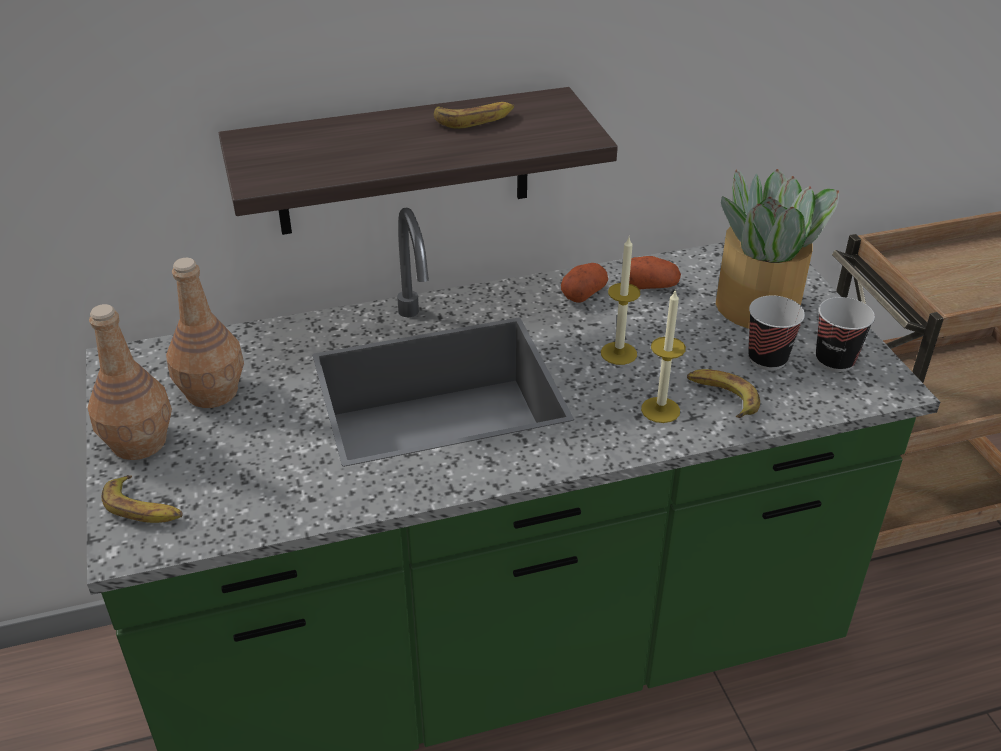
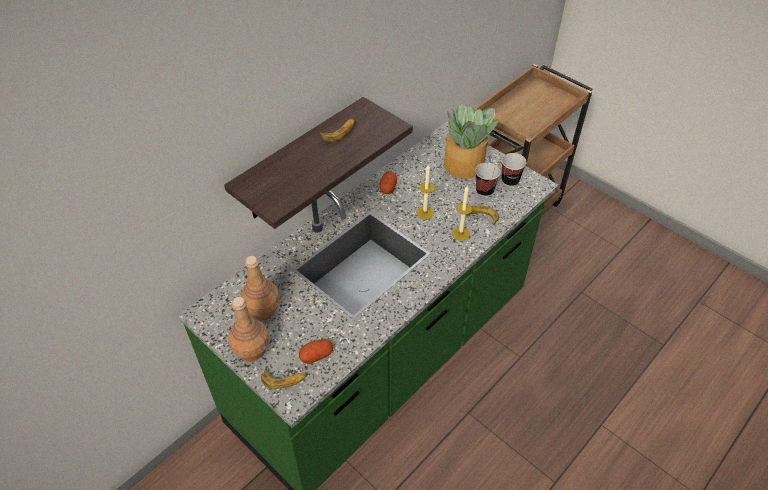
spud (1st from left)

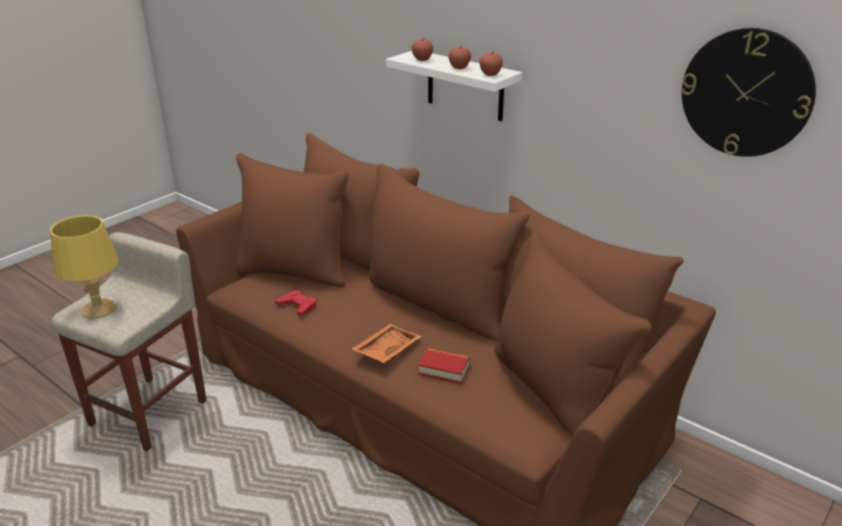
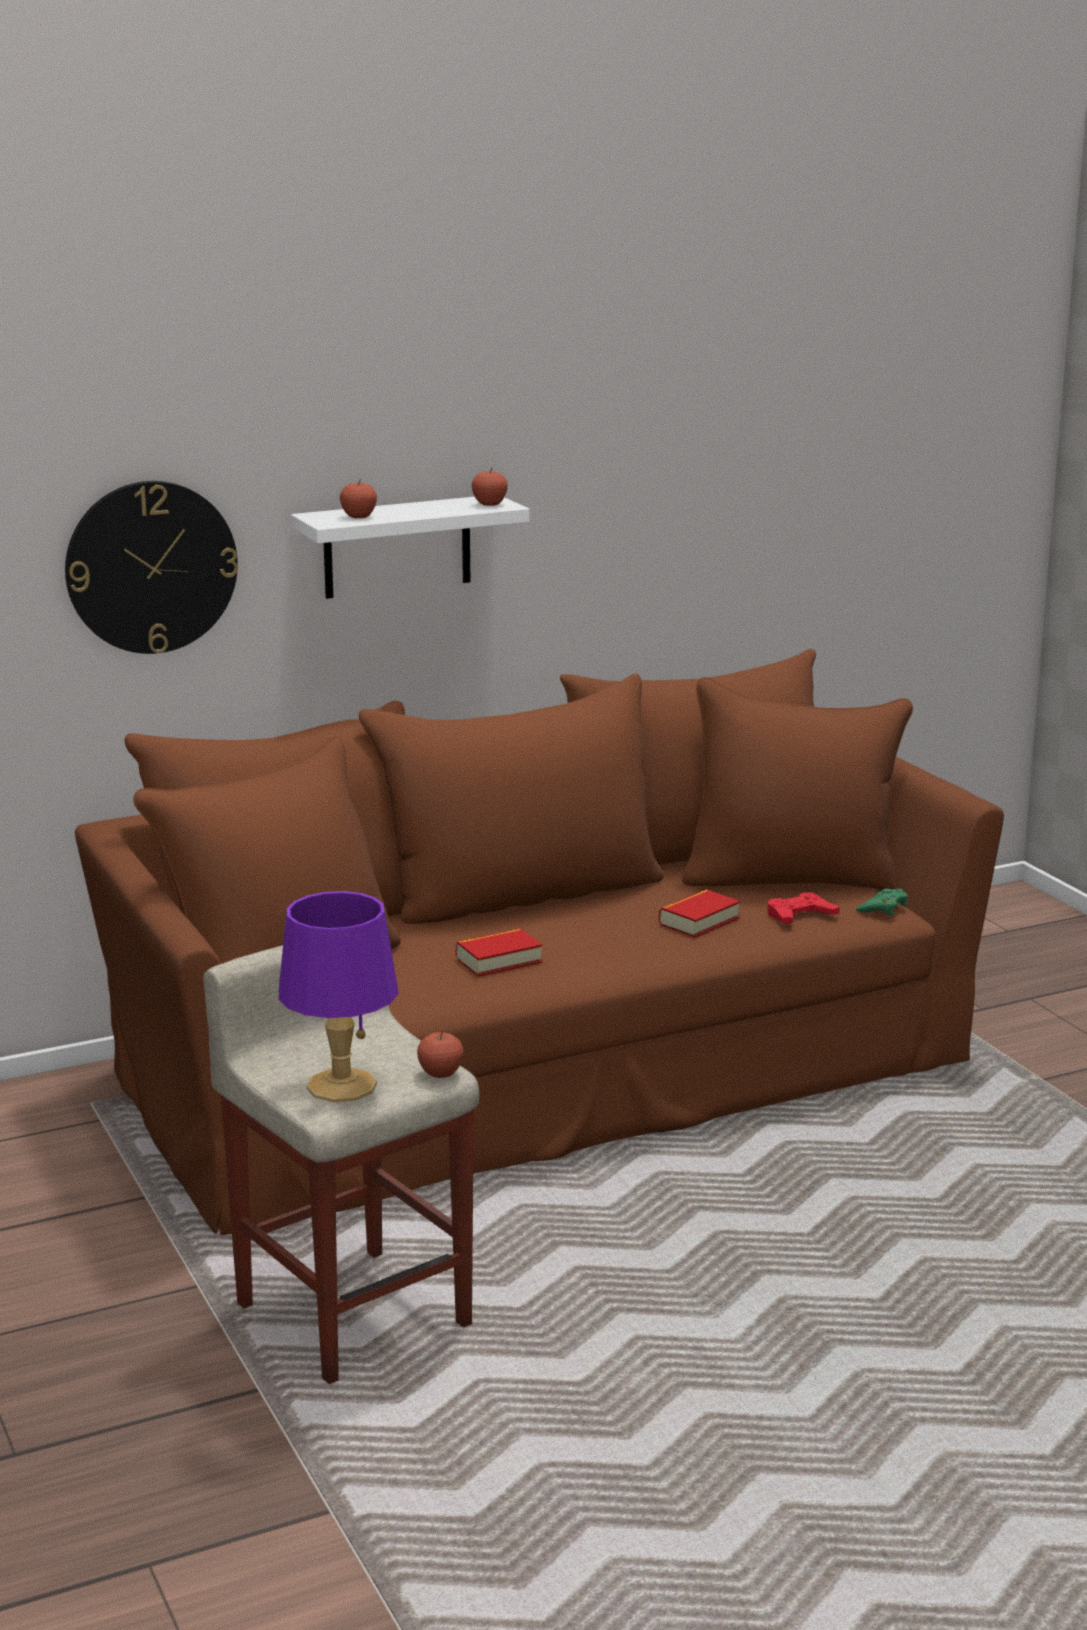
clock on the wall
apple fruit (2nd from left)
purple table lamp
red-coloured joypad
orange carrying tray
greenish joypad
volume (1st from left)

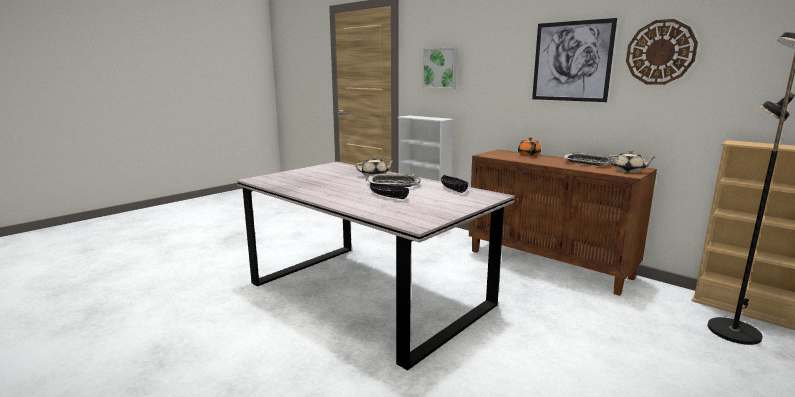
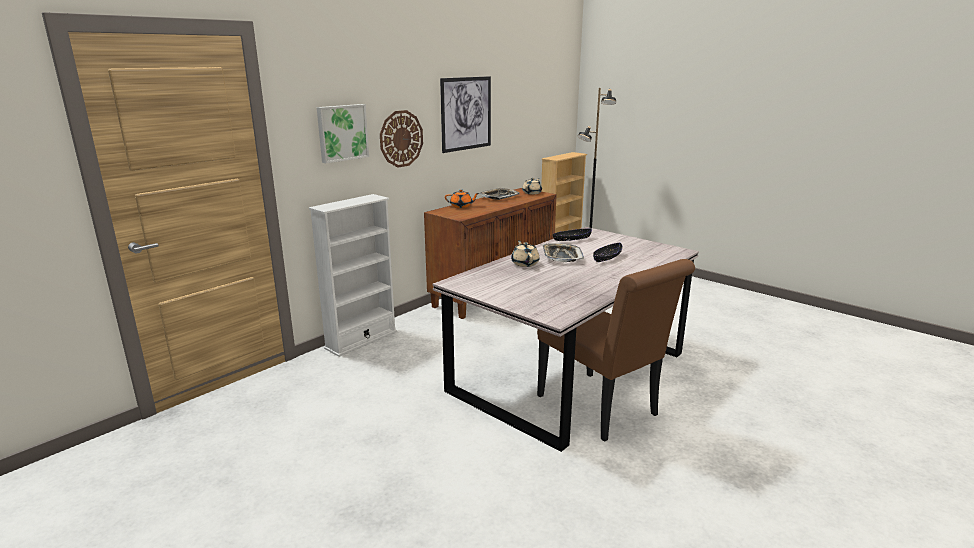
clock on the wall
brownish upright chair

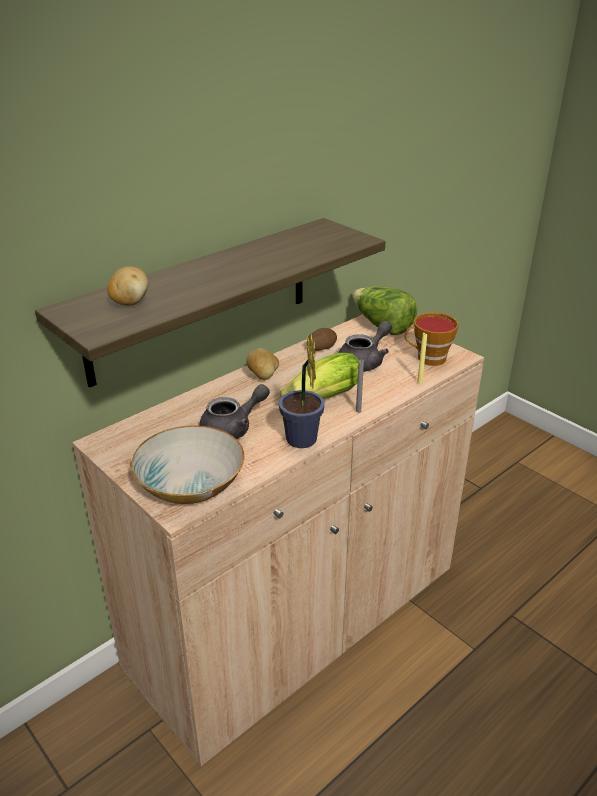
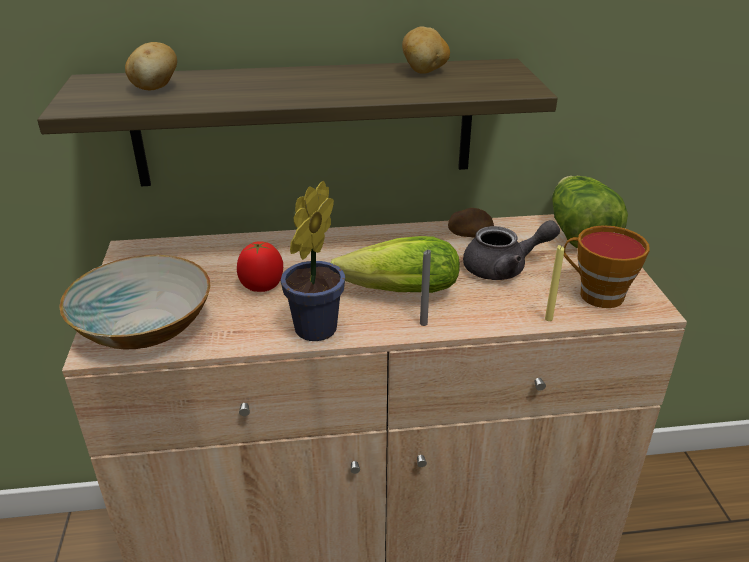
spud (2nd from left)
tomato

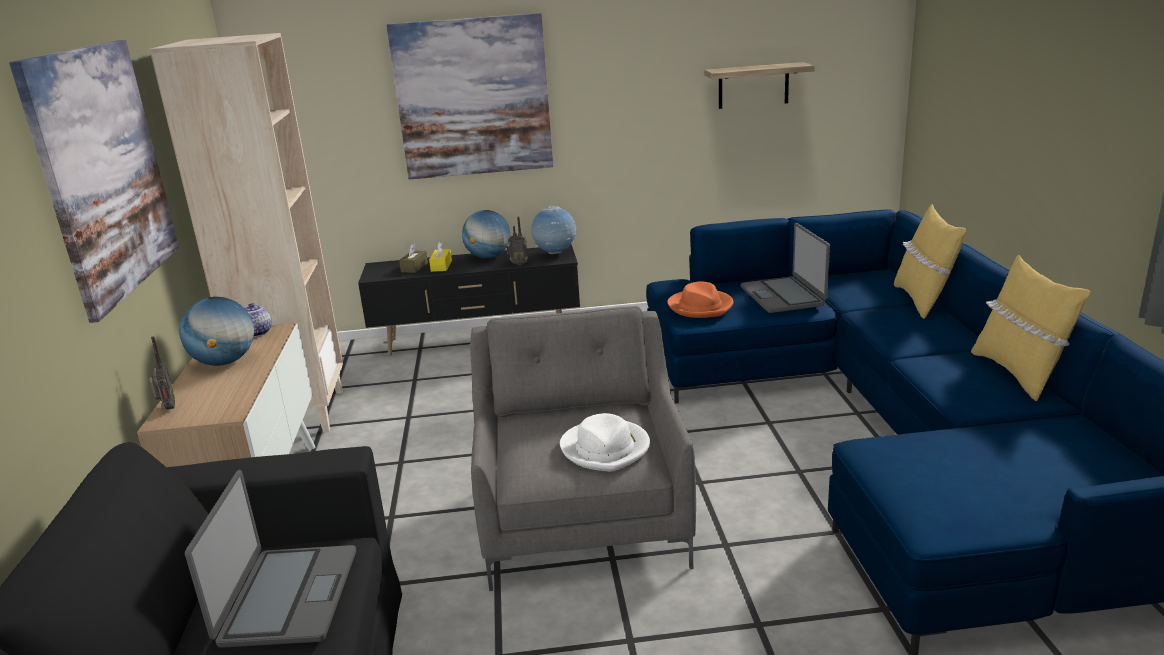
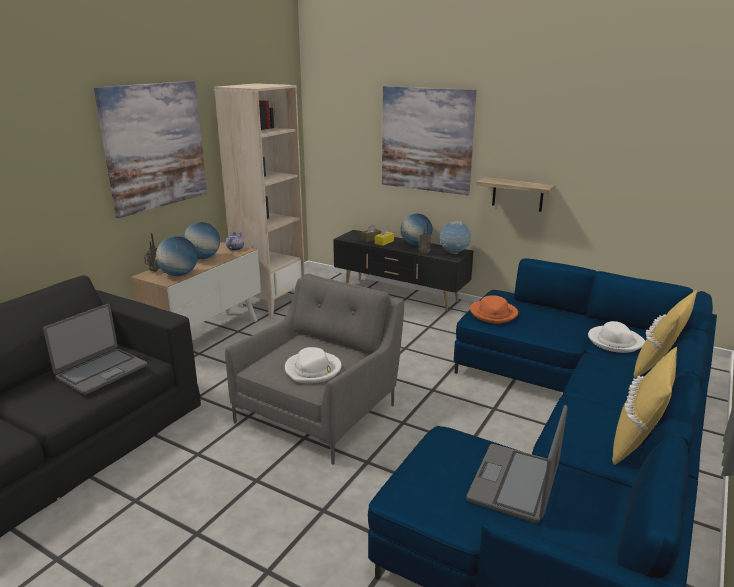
bracket shelf
notebook computer (2nd from left)
desk globe (1st from left)
whitish wearable hat (2nd from left)

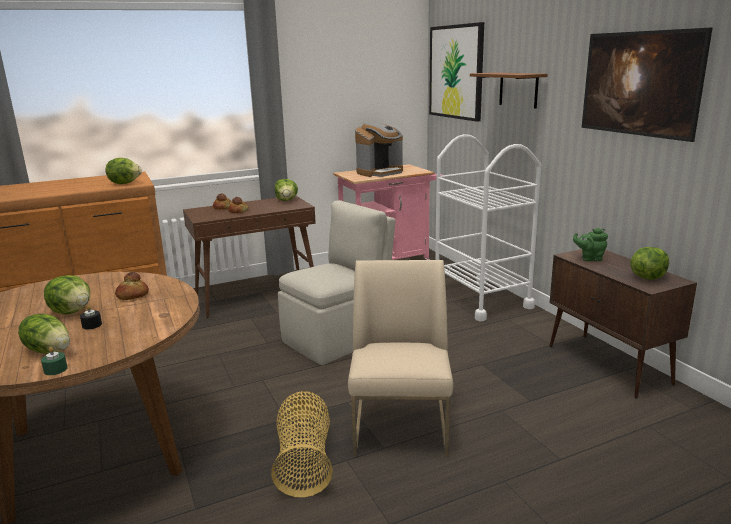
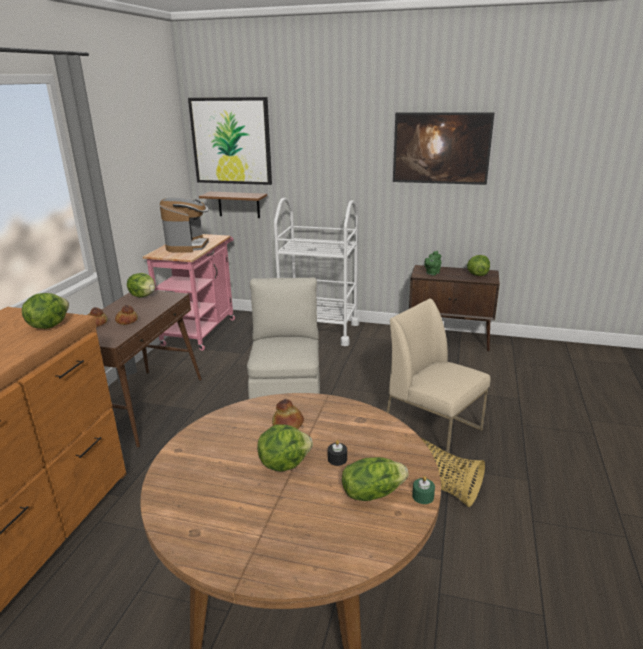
brownish bracket shelf

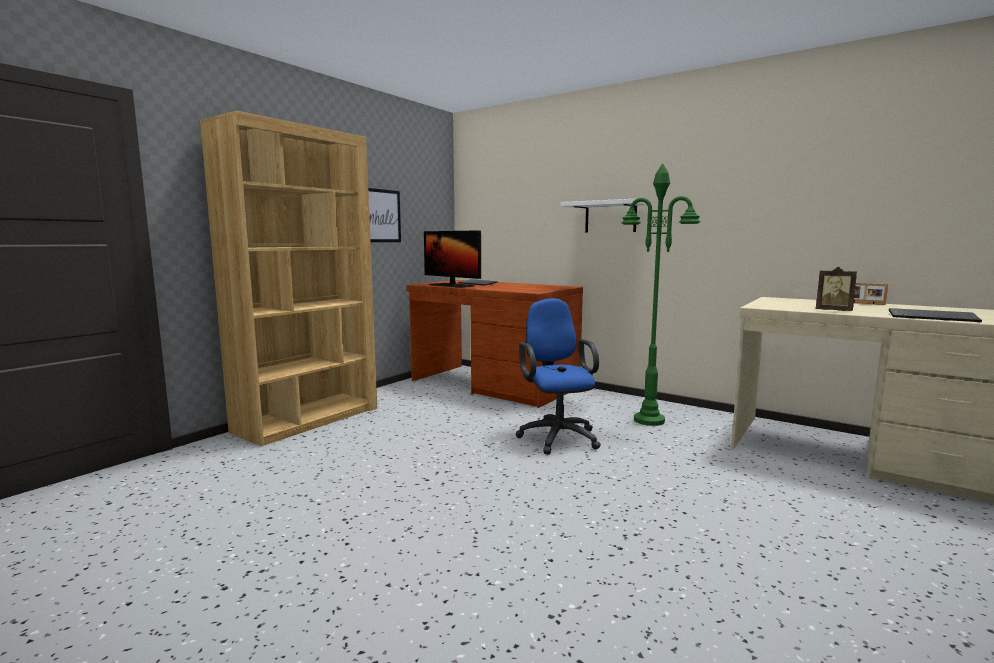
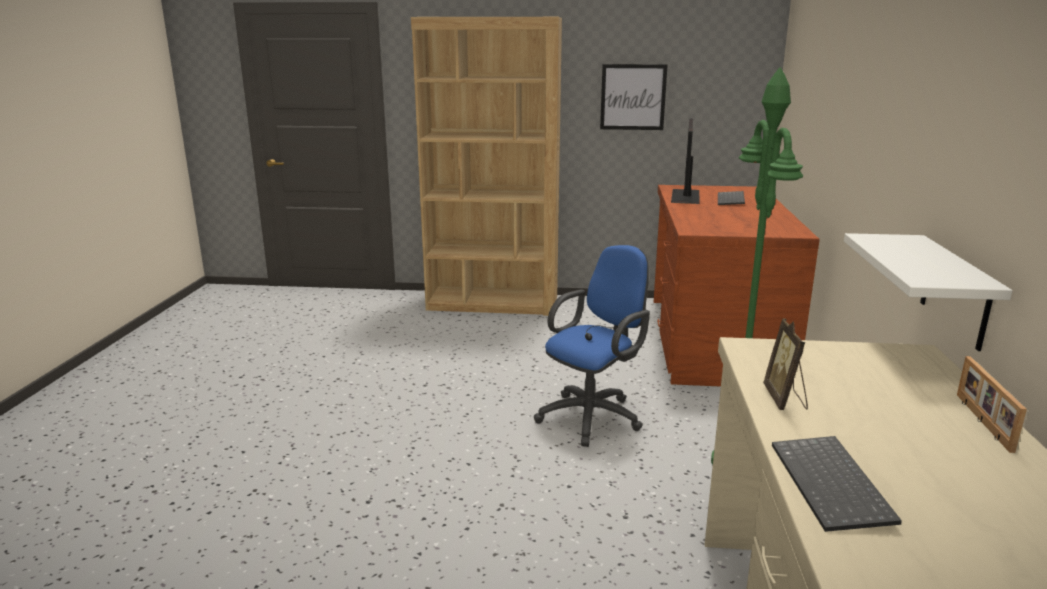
whitish bracket shelf

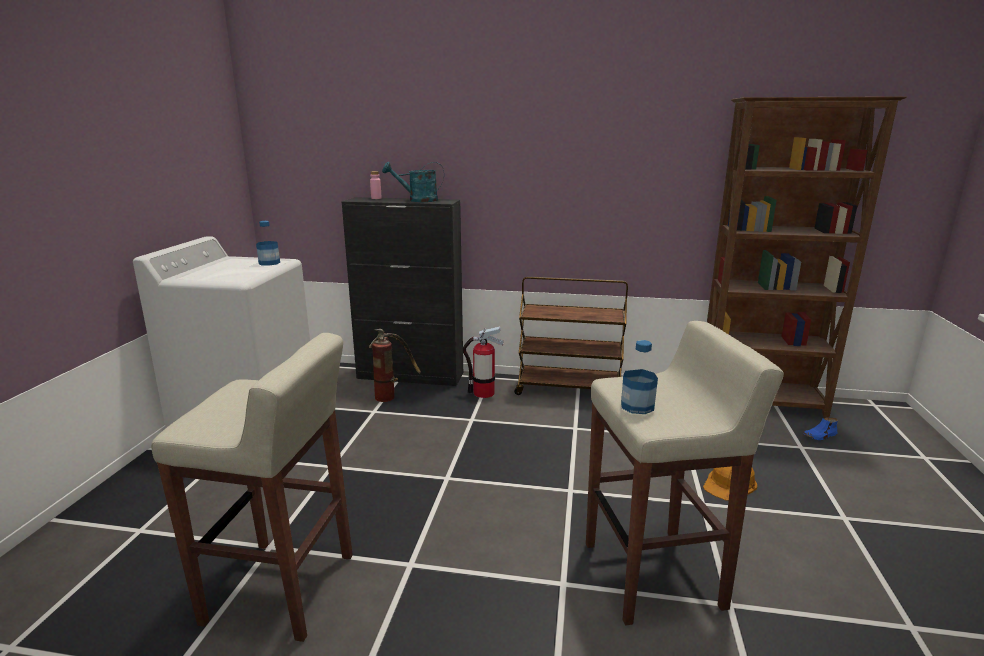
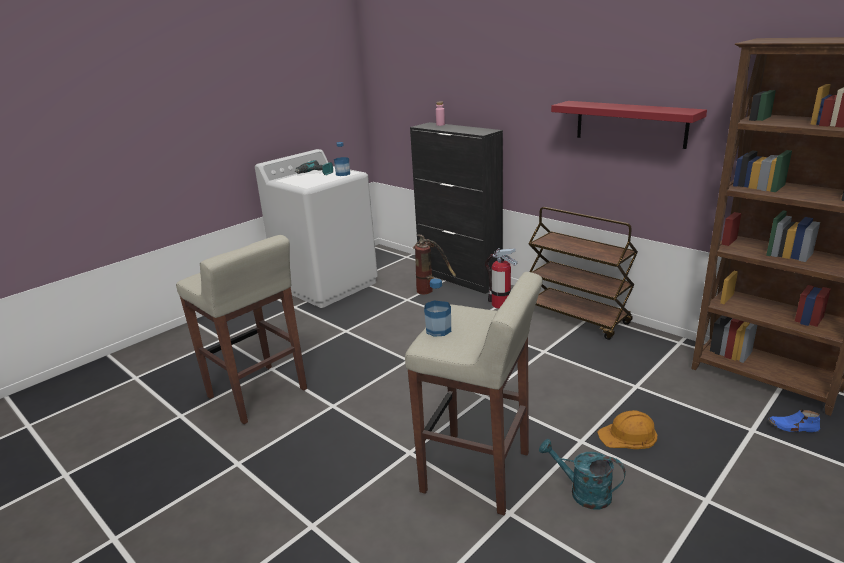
turquoise watering can
red-coloured bracket shelf
drill

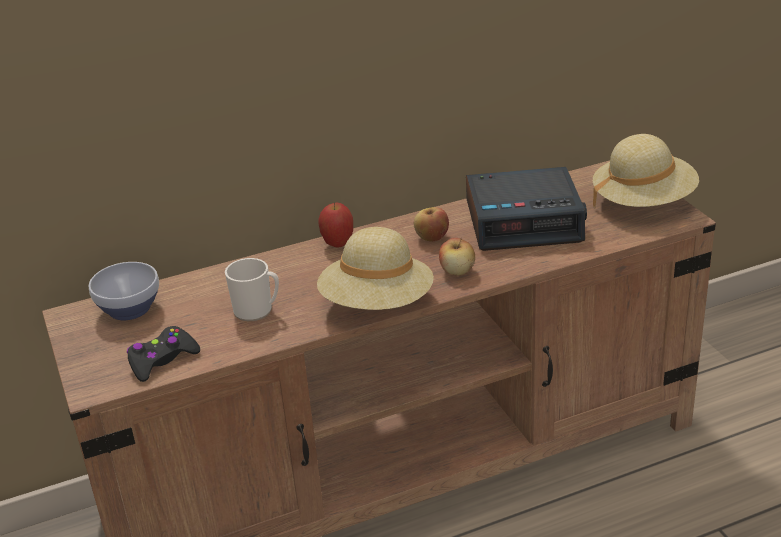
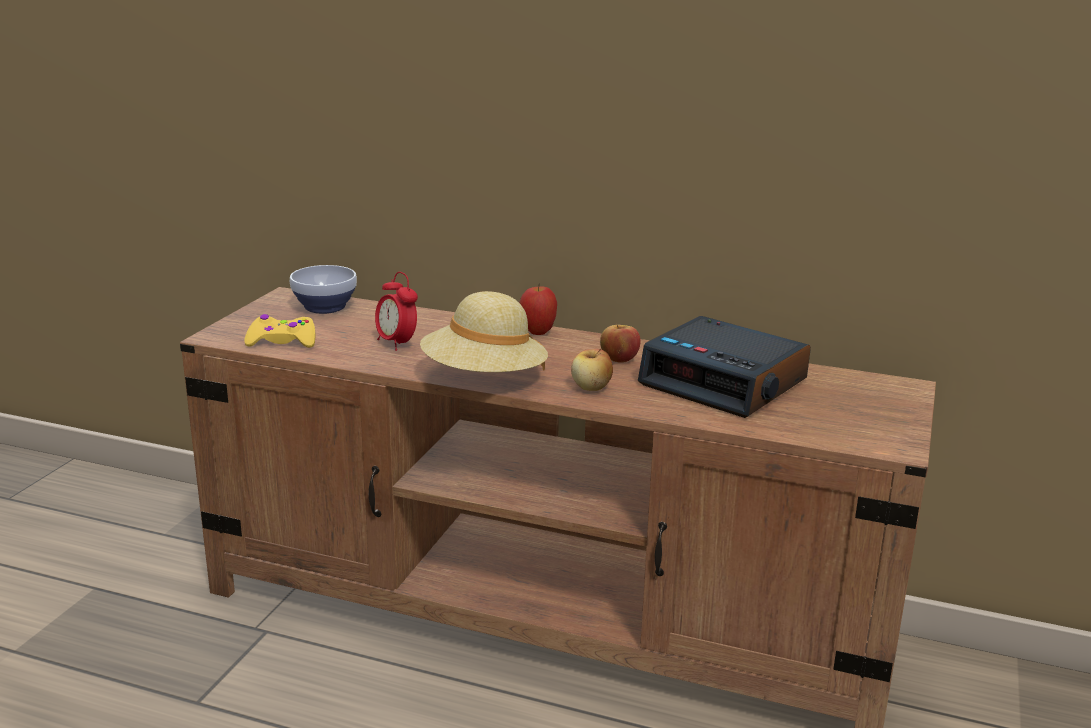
sand-coloured wearable hat (2nd from left in the first image)
alarm clock (1st from left)
yellowish joypad

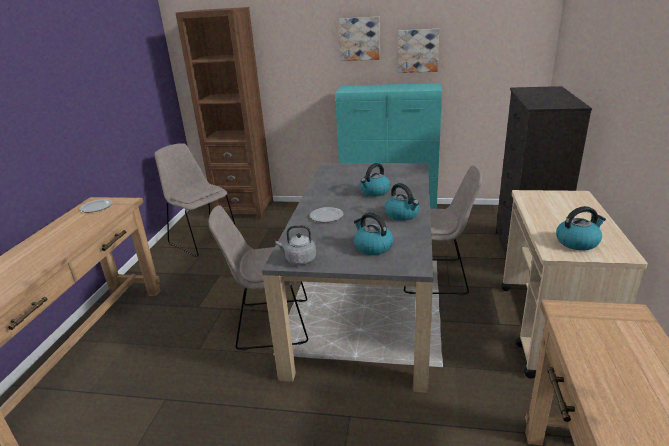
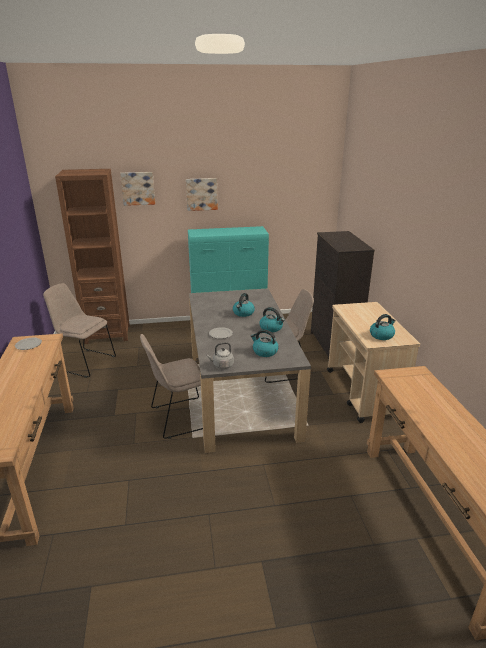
wall picture (1st from left)

